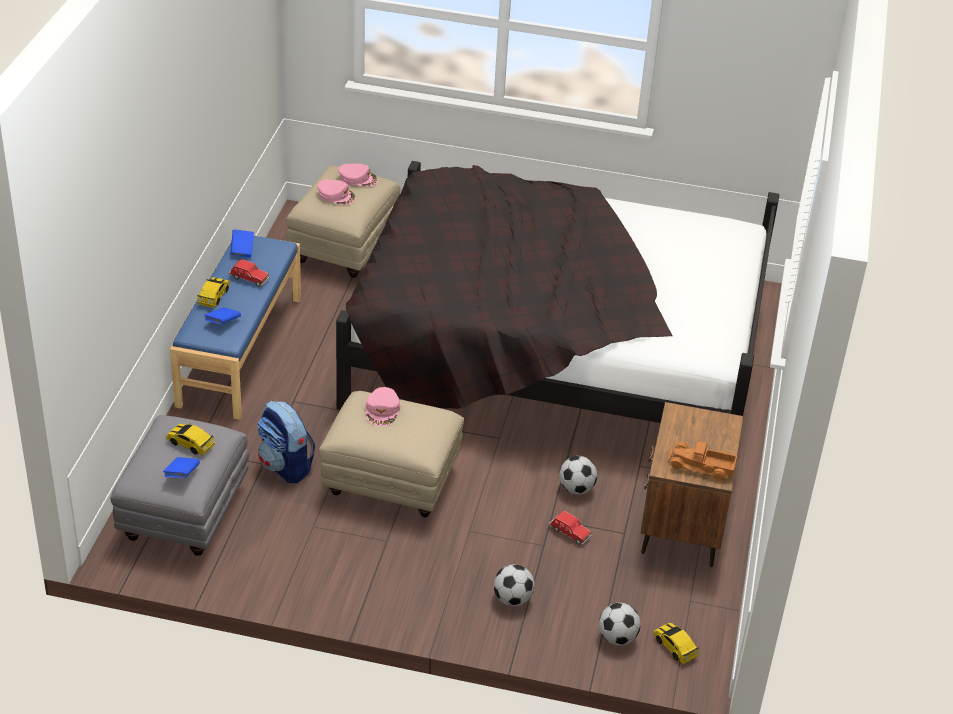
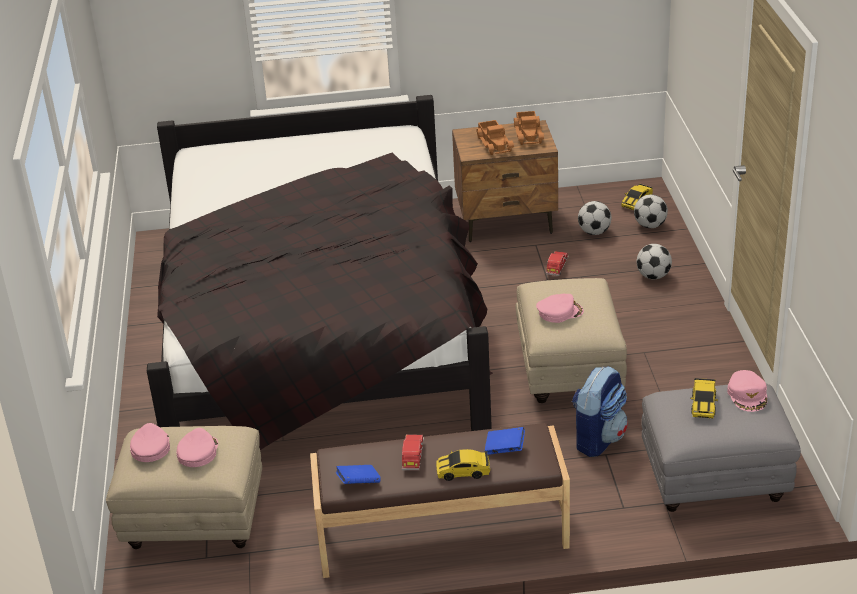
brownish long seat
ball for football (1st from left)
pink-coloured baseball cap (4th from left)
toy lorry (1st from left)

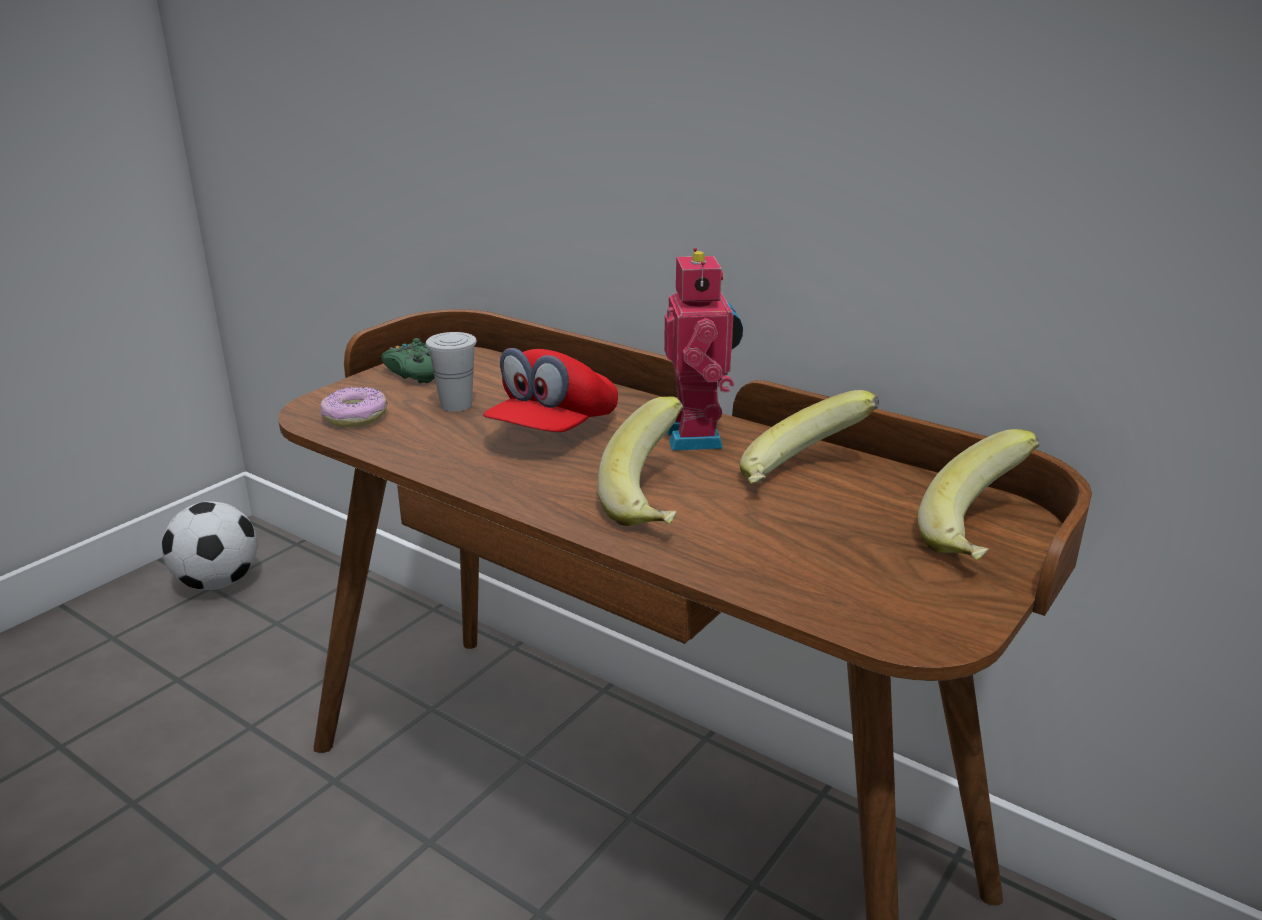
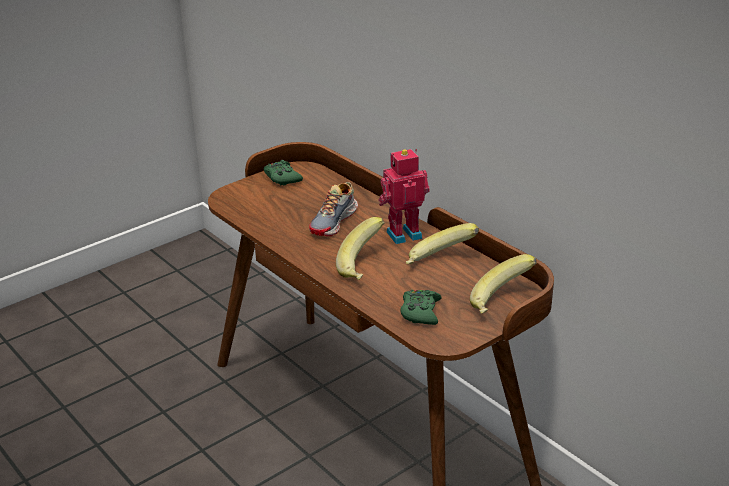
robot figure
whitish drinking cup
item of footwear
doughnut
ball for football
greenish joypad (2nd from left)

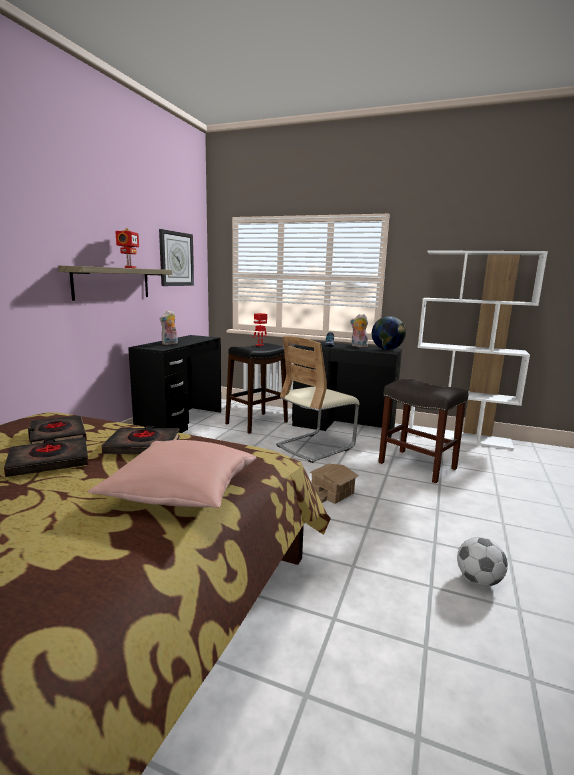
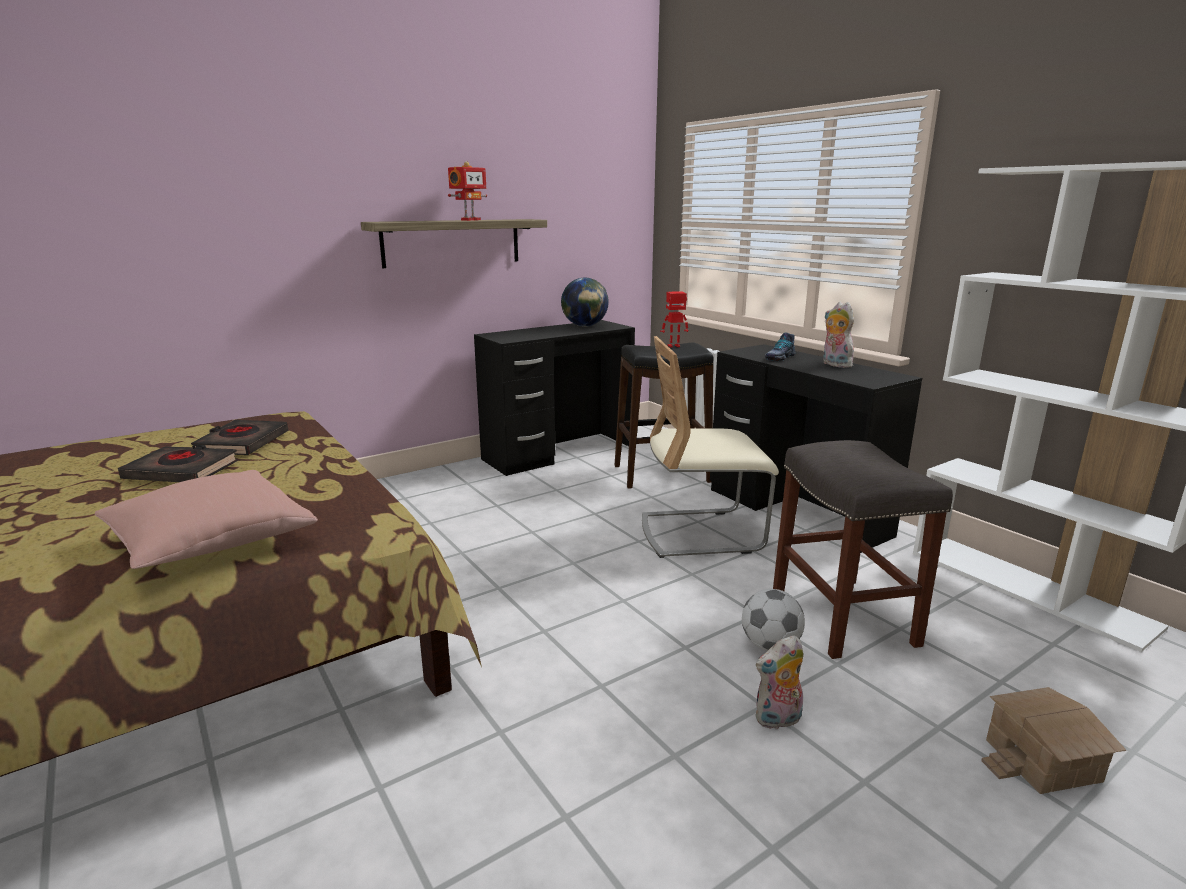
clock on the wall
cuddly toy (1st from left)
desk globe
blackish volume (3rd from left in the first image)
model house
ball for football

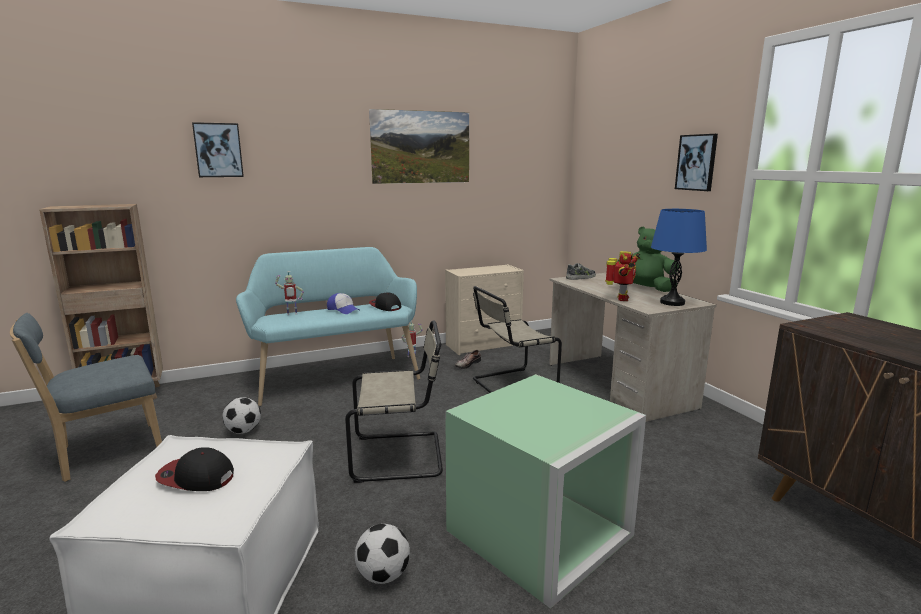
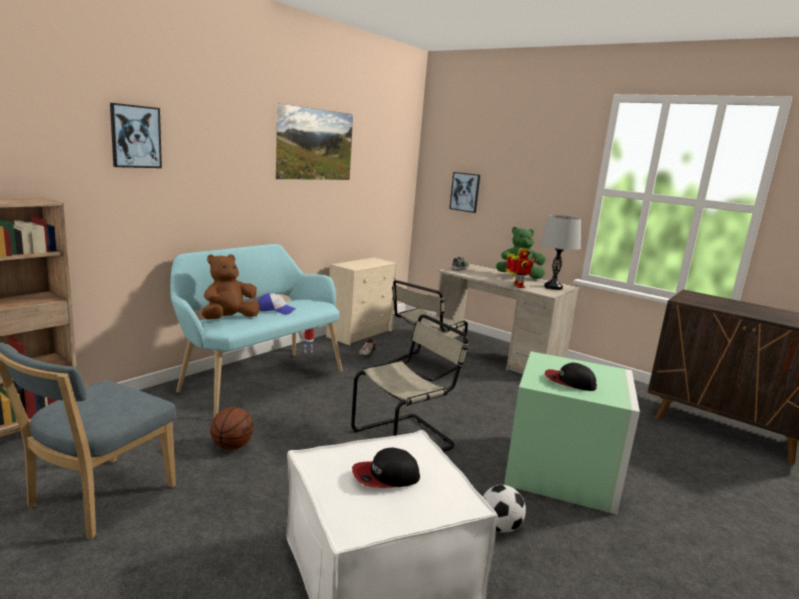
wall picture (3rd from left)
grey table lamp
brownish cuddly toy
baseball cap (3rd from left)
basketball

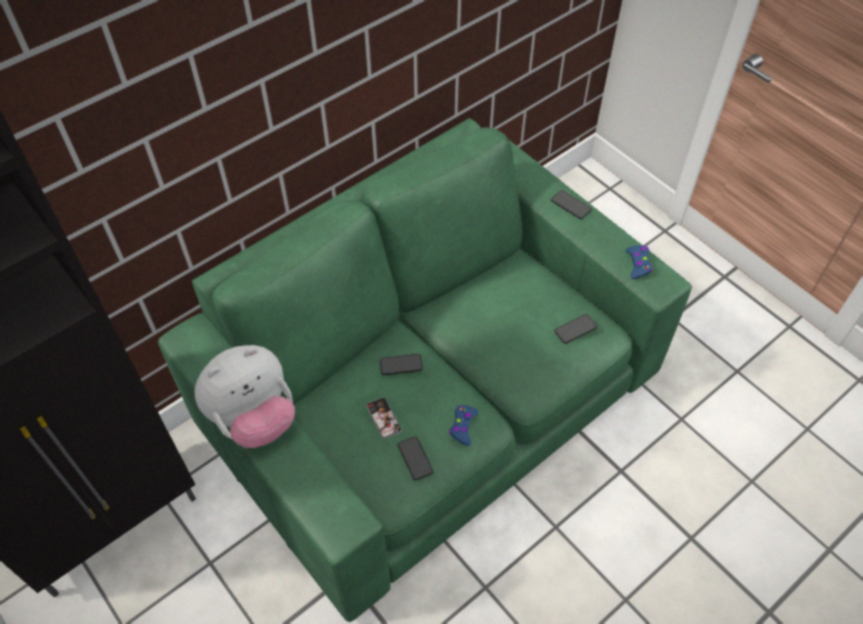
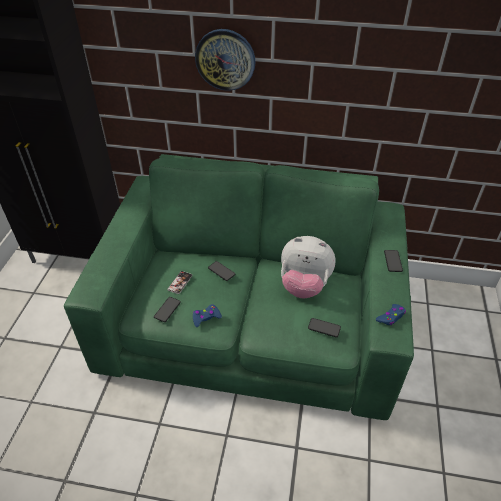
cuddly toy
clock on the wall

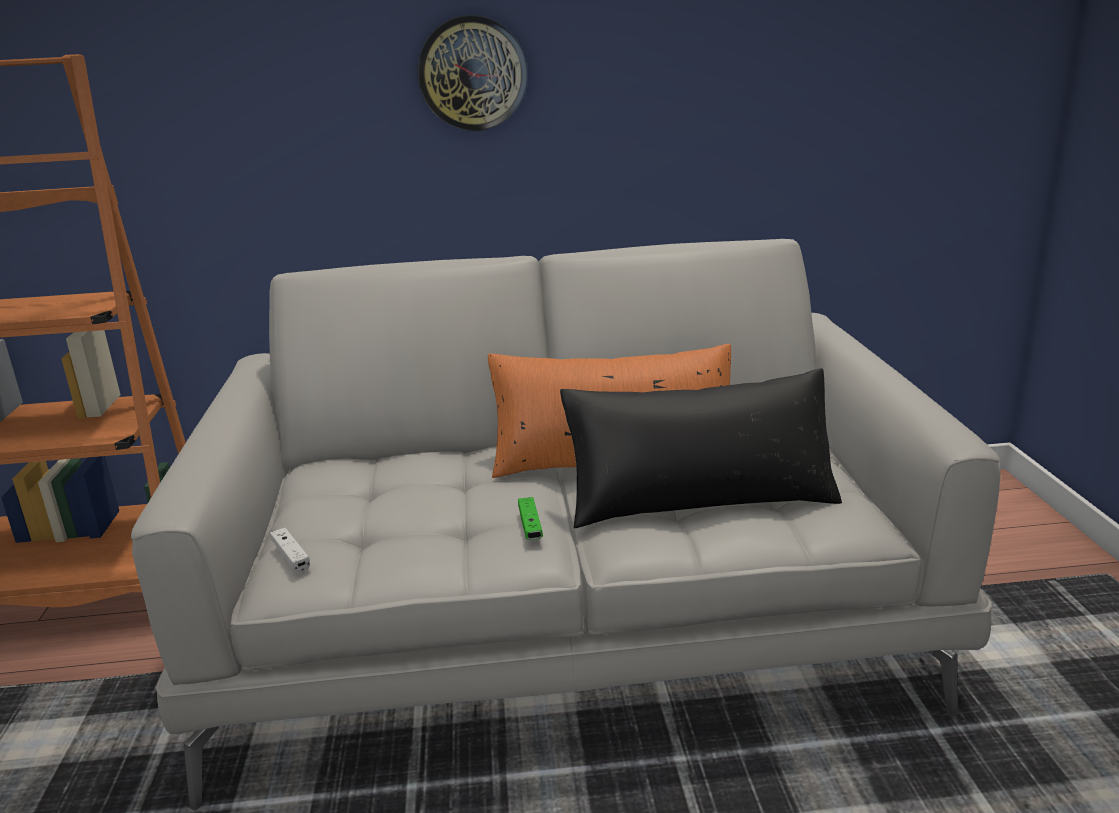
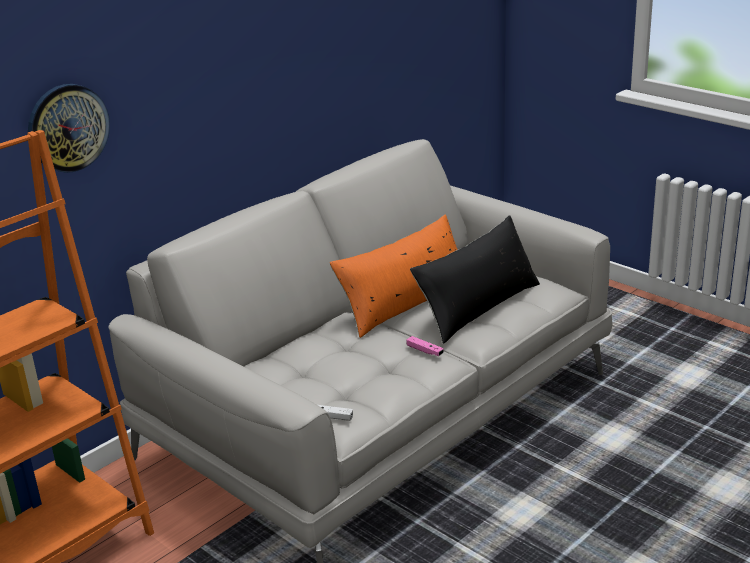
clock on the wall
pink-coloured joypad

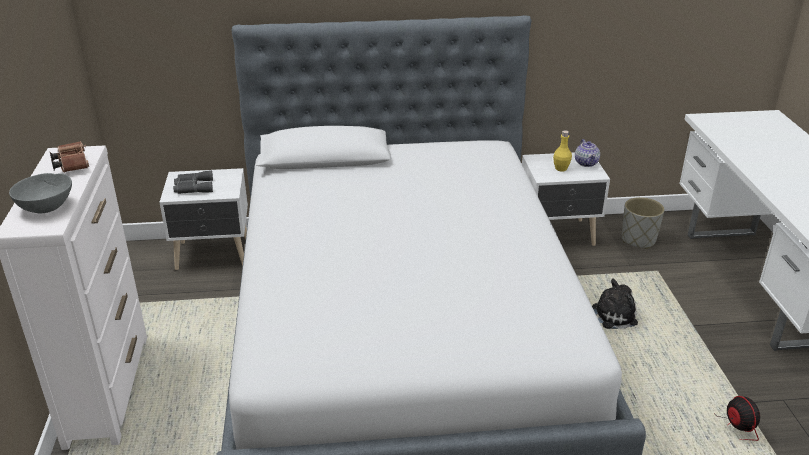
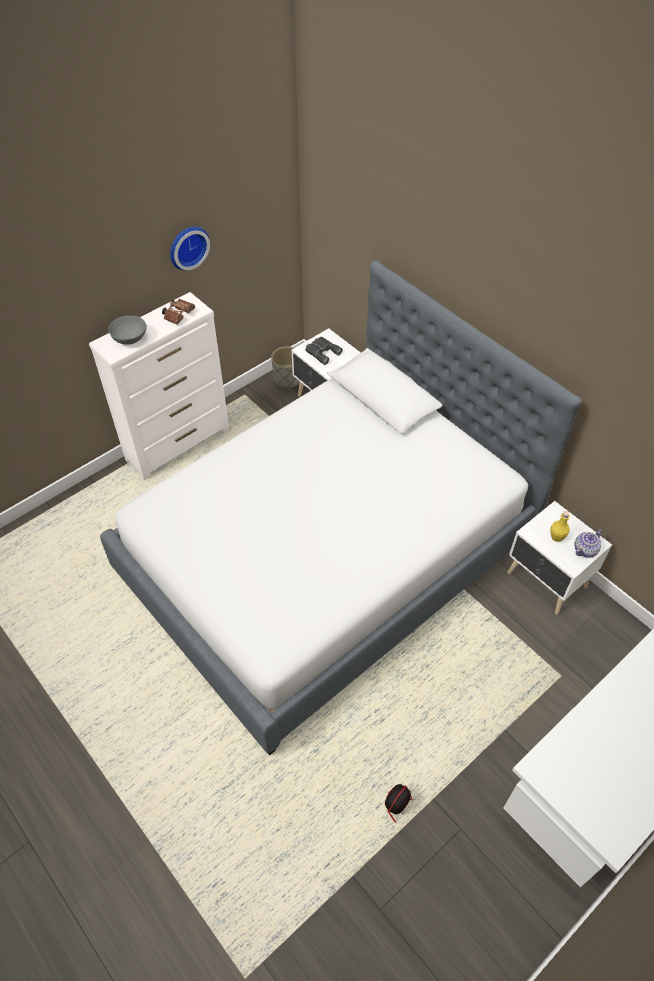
grey plant pot
cuddly toy
clock on the wall

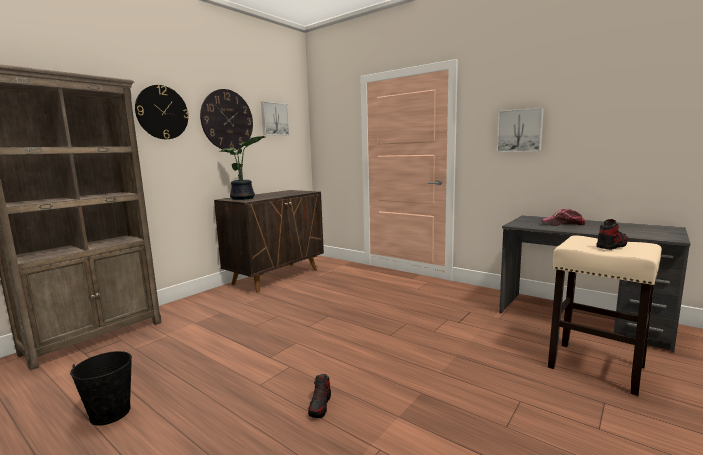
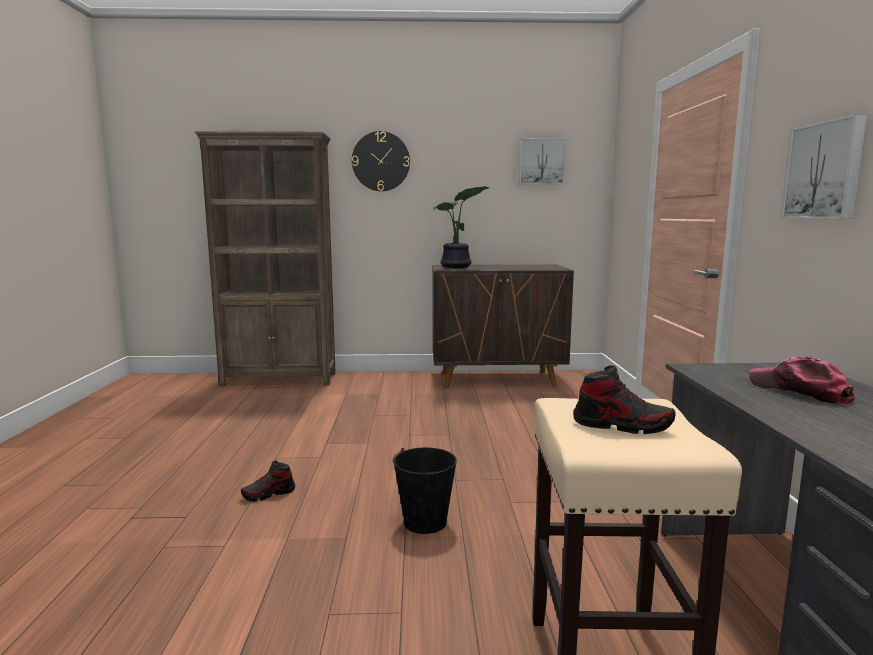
clock on the wall (2nd from left in the first image)
blackish water bucket

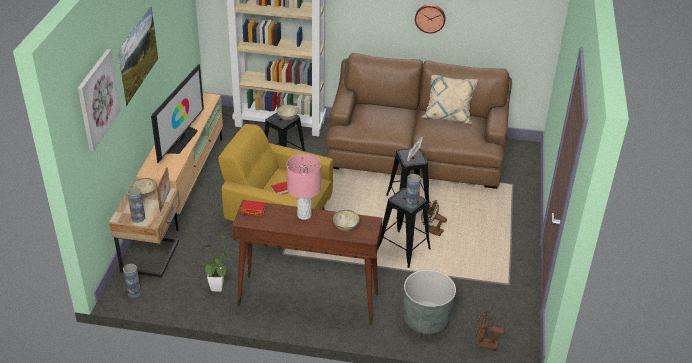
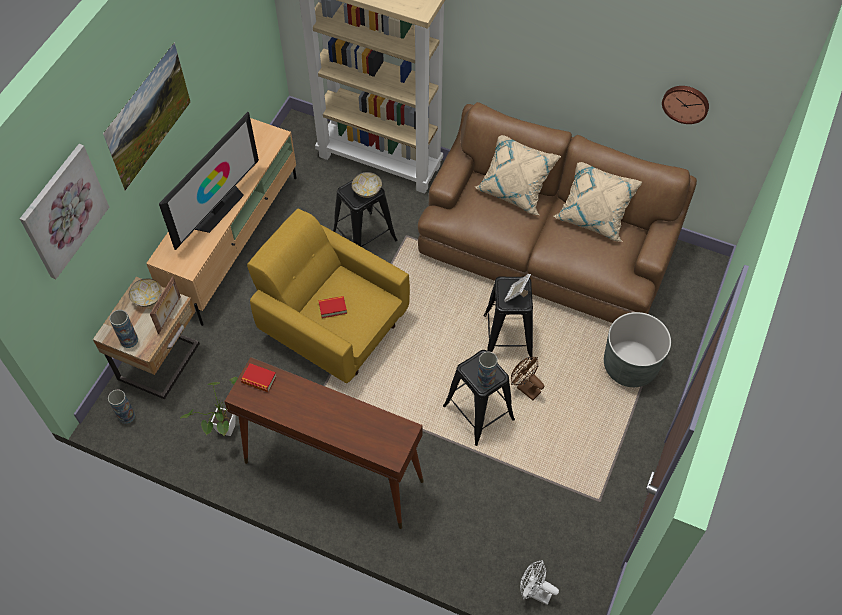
clock on the wall
pink-coloured table lamp
bowl (3rd from left in the first image)
grey plant pot
whitish cooling fan
sand-coloured pillow (1st from left)

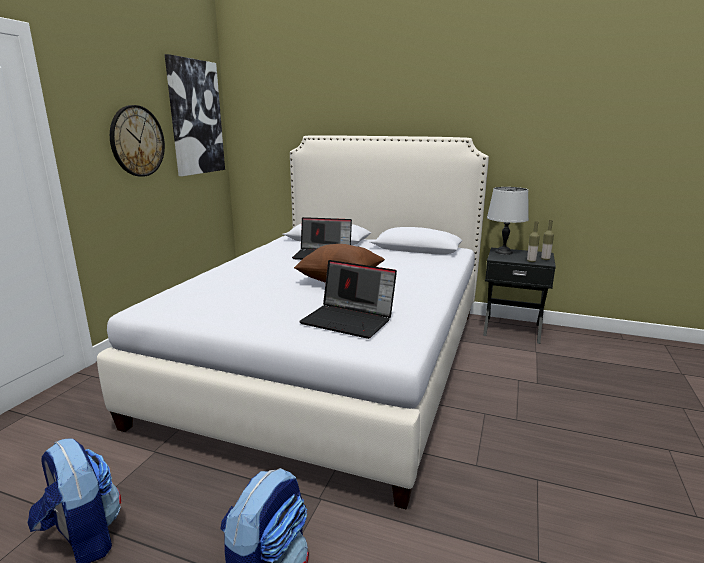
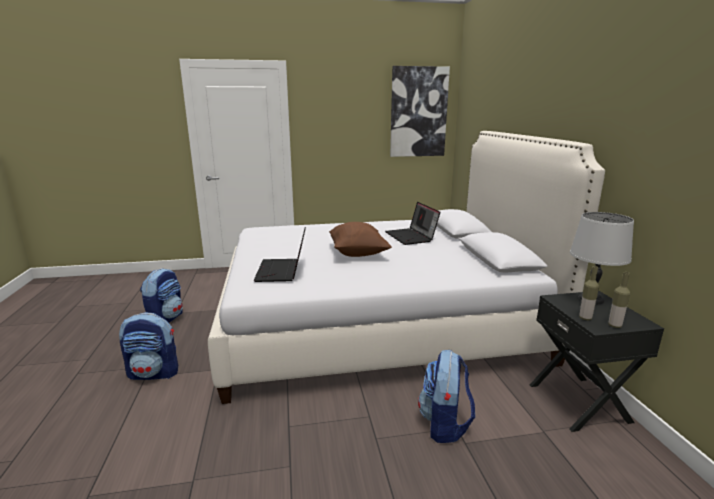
clock on the wall
rucksack (3rd from left)

